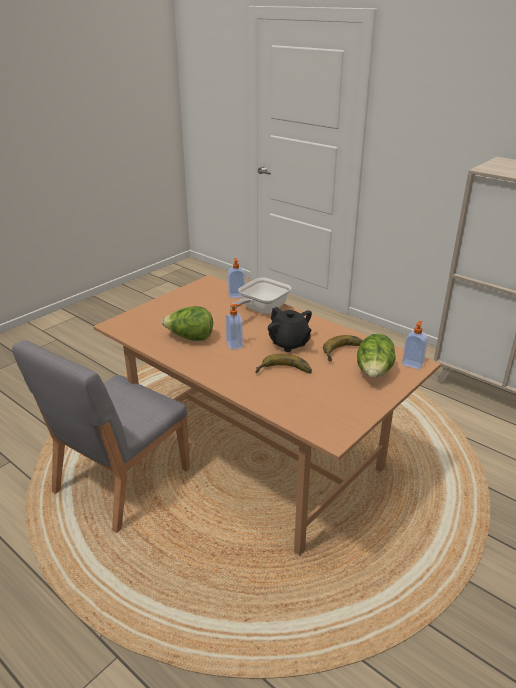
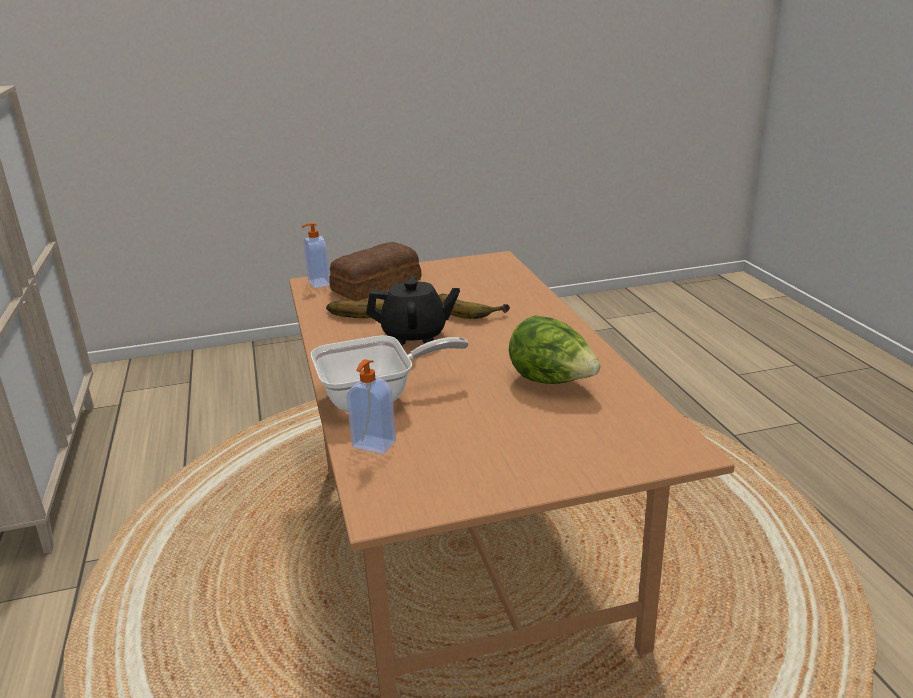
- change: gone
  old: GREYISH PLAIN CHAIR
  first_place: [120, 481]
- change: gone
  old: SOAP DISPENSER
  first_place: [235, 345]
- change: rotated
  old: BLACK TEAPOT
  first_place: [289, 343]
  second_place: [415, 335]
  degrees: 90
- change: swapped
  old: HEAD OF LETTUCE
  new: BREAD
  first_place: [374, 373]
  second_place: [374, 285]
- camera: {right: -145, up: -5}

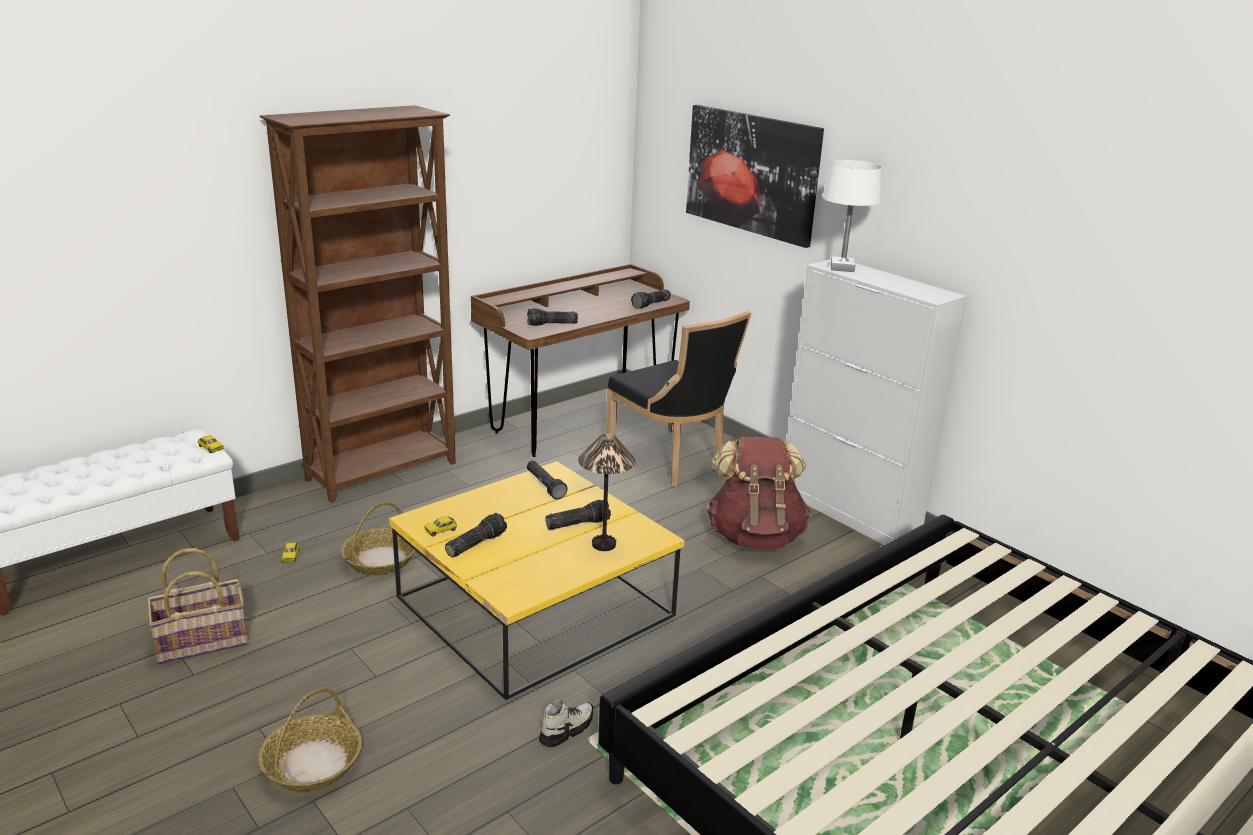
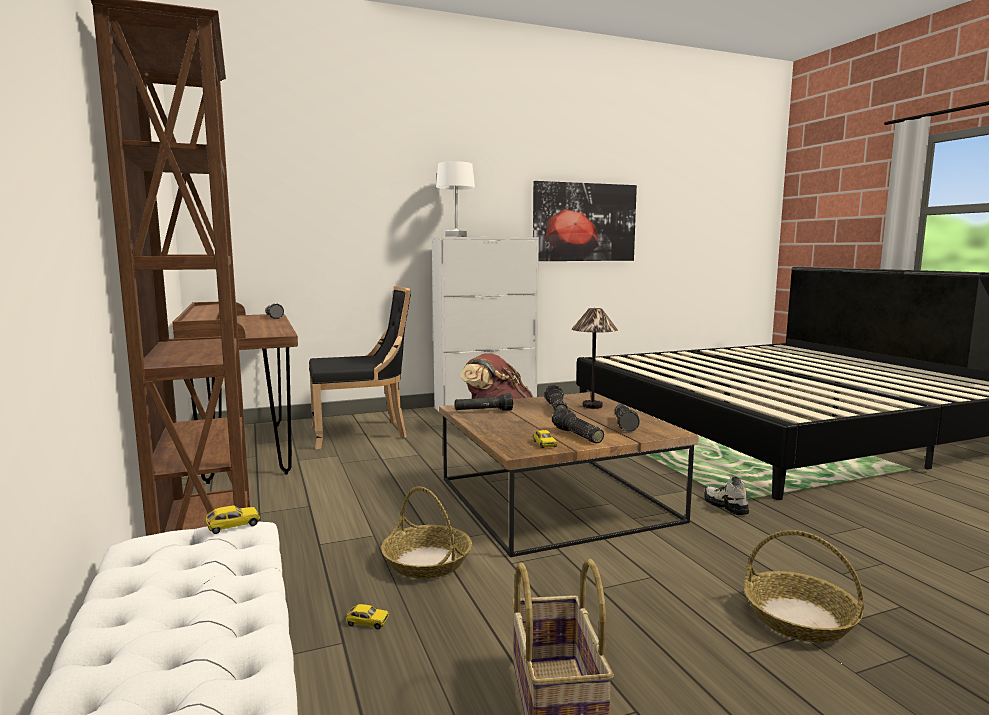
- change: repainted
  old: YELLOW-COLOURED LOUNGE TABLE
  new: BROWN-COLOURED LOUNGE TABLE
  first_place: [538, 606]
  second_place: [557, 498]
- change: shifted
  old: HAND TORCH
  first_place: [552, 324]
  second_place: [626, 425]
- change: shifted
  old: WALL PICTURE
  first_place: [751, 173]
  second_place: [584, 222]
- camera: {right: -70, up: -15}

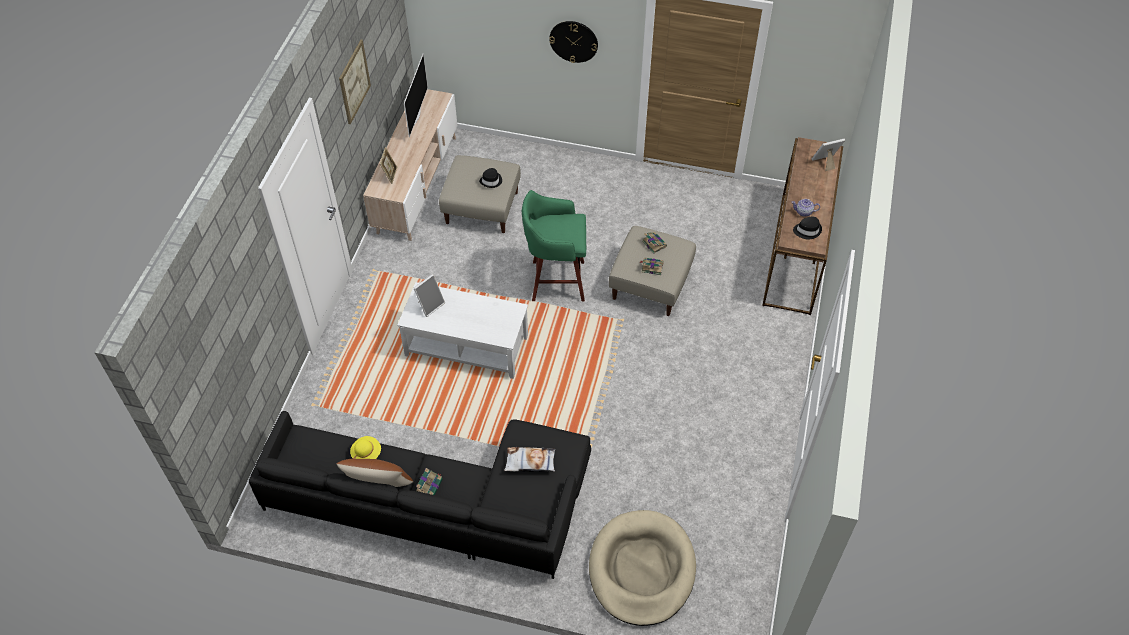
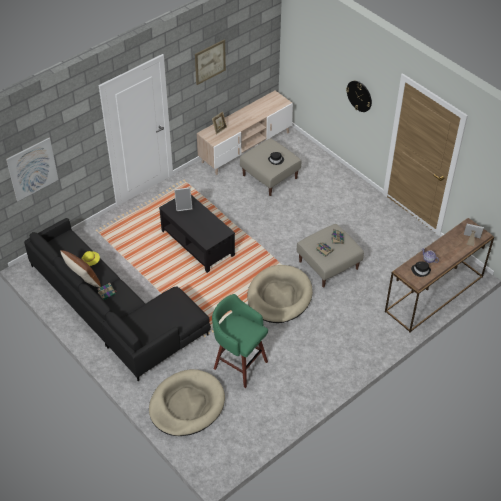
- change: repainted
  old: WHITISH LOUNGE TABLE
  new: BLACK LOUNGE TABLE
  first_place: [466, 346]
  second_place: [197, 243]
- change: gone
  old: TV
  first_place: [416, 116]
- change: gone
  old: THROW PILLOW
  first_place: [530, 462]
- change: shifted
  old: GREENISH STOOL SEAT
  first_place: [555, 280]
  second_place: [239, 364]
- change: new
  new: WALL PICTURE
  second_place: [32, 169]
- change: new
  new: SAND-COLOURED DOG CUSHION
  second_place: [279, 296]
- camera: {right: 35, up: -5}

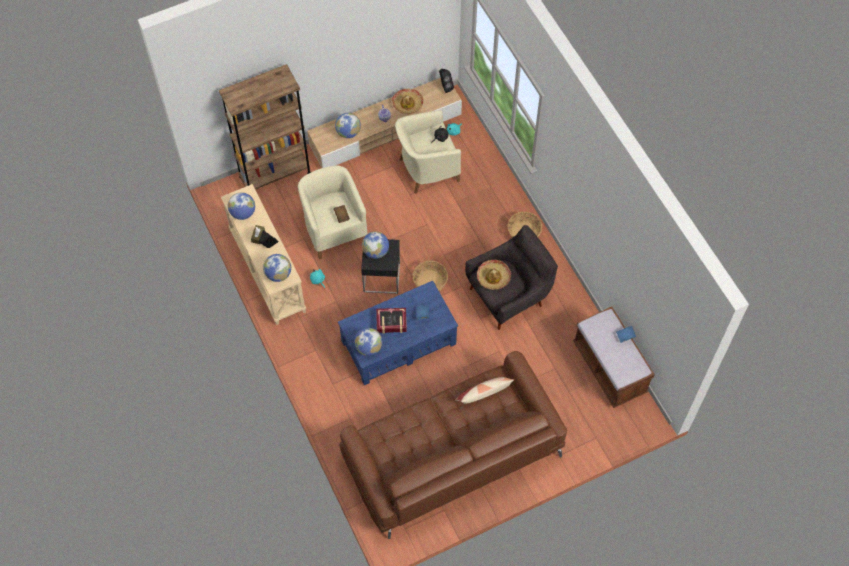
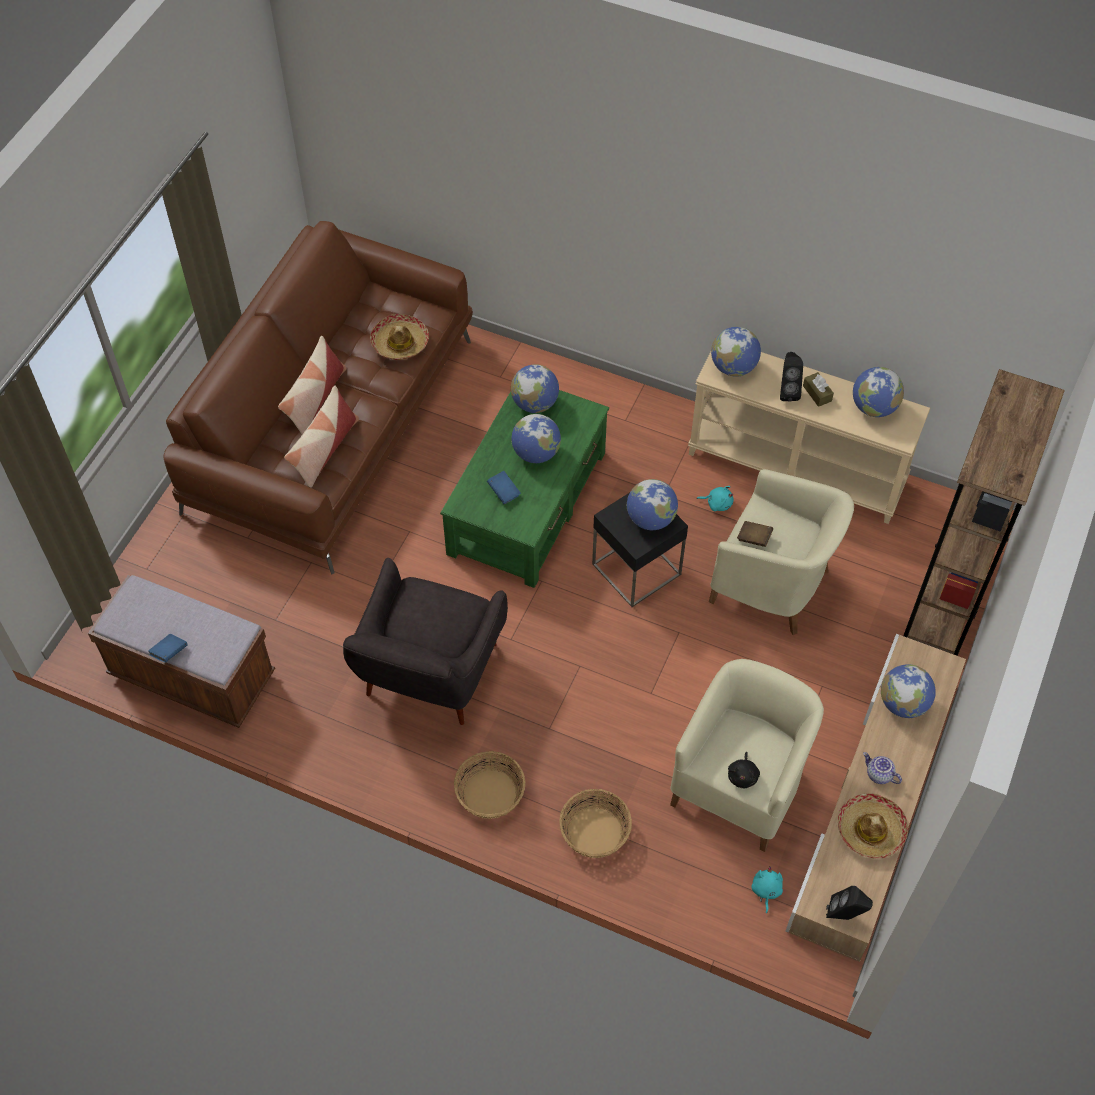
- change: repainted
  old: BLUISH LOUNGE TABLE
  new: GREENISH LOUNGE TABLE
  first_place: [398, 342]
  second_place: [528, 502]
- change: swapped
  old: BOOK
  new: GLOBE
  first_place: [391, 322]
  second_place: [536, 453]
- change: shifted
  old: HOUSEHOLD BASKET
  first_place: [430, 281]
  second_place: [594, 832]
- change: shifted
  old: WEARABLE HAT
  first_place: [493, 277]
  second_place: [400, 343]
- change: new
  new: THROW PILLOW
  second_place: [315, 399]
- camera: {right: 140, up: -5}

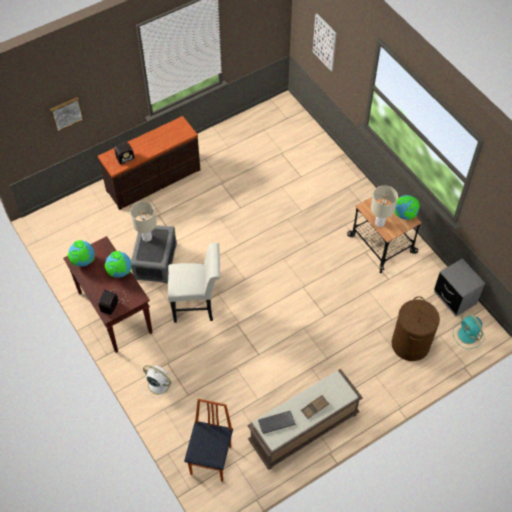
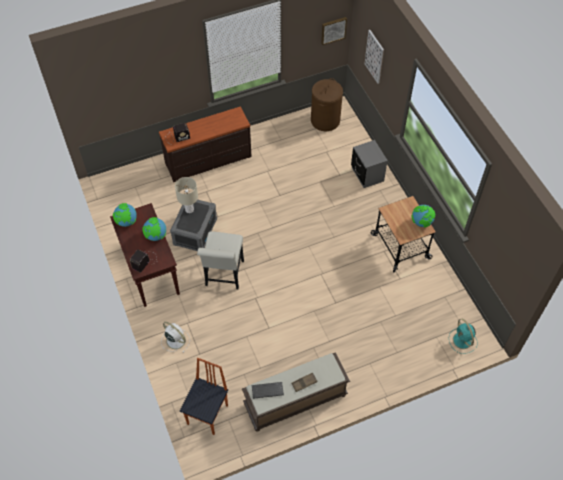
- change: shifted
  old: WALL PICTURE
  first_place: [66, 113]
  second_place: [333, 30]
- change: rotated
  old: WHITISH PLAIN CHAIR
  first_place: [197, 305]
  second_place: [224, 276]
  degrees: 90
- change: gone
  old: SAND-COLOURED LAMP FOR A TABLE
  first_place: [380, 223]
- change: shifted
  old: BROWN-COLOURED WASHING BASKET
  first_place: [410, 344]
  second_place: [325, 120]
- change: shifted
  old: GREYISH BEDSIDE TABLE
  first_place: [454, 298]
  second_place: [367, 174]
- camera: {right: 10, up: 0}

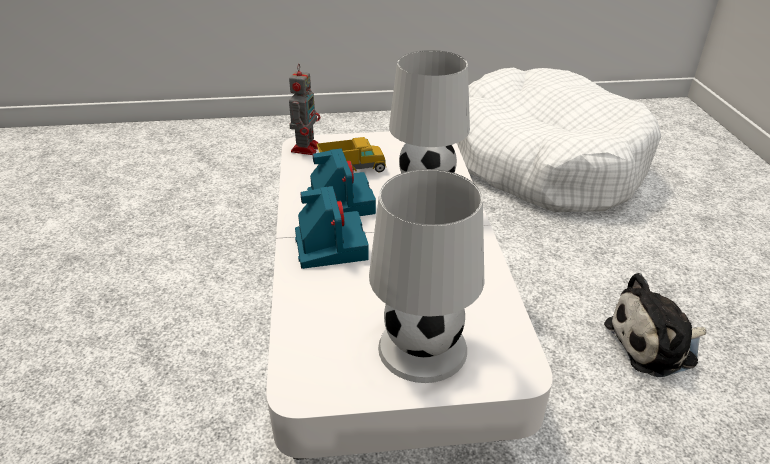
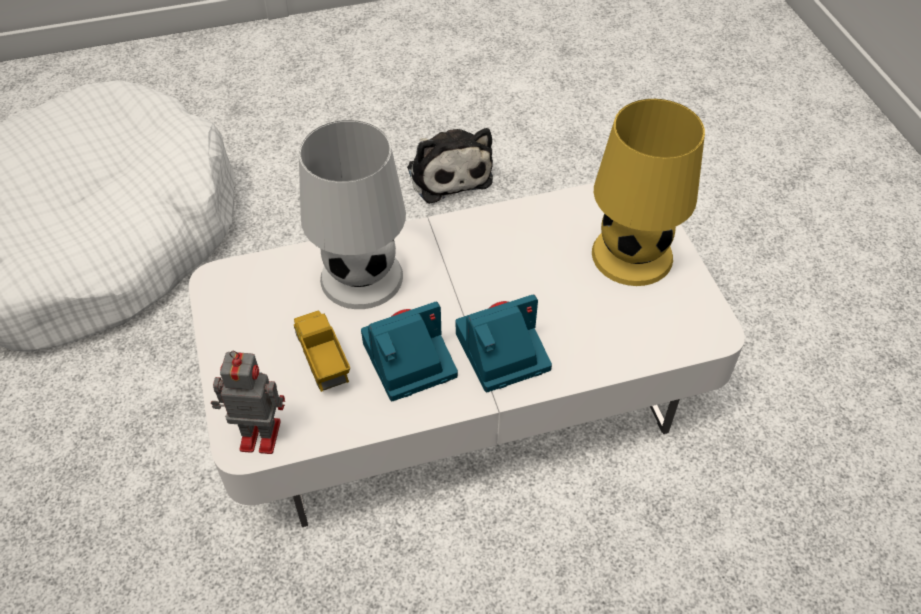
- change: repainted
  old: WHITISH LAMP FOR A TABLE
  new: YELLOW-COLOURED LAMP FOR A TABLE
  first_place: [421, 347]
  second_place: [631, 255]
- camera: {right: -100, up: 15}

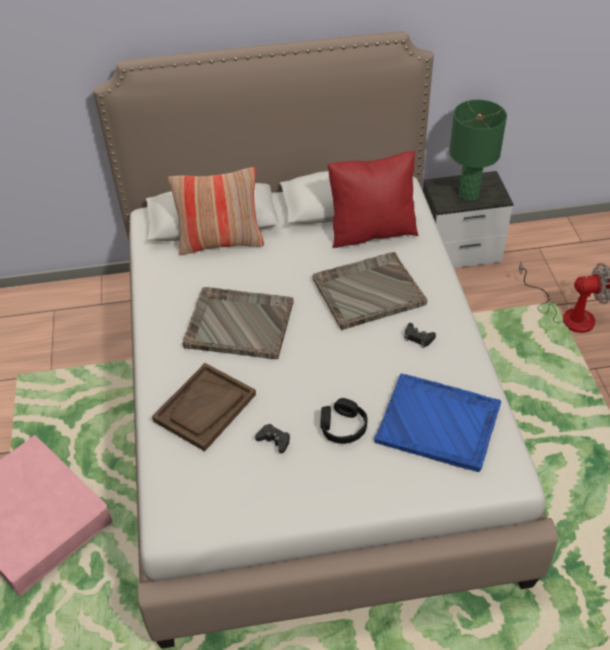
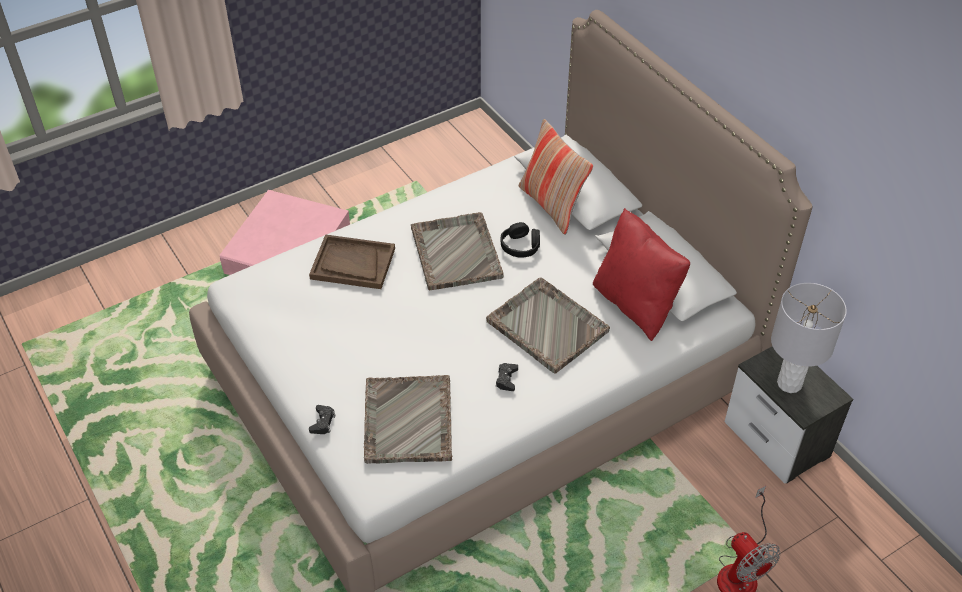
- change: shifted
  old: BLACK GAMEPAD
  first_place: [274, 440]
  second_place: [322, 422]
- change: shifted
  old: BLACK HEADPHONES
  first_place: [342, 427]
  second_place: [520, 246]
- change: repainted
  old: BLUISH SERVING TRAY
  new: GREYISH SERVING TRAY
  first_place: [439, 424]
  second_place: [408, 421]
- change: repainted
  old: GREENISH LAMP FOR A TABLE
  new: GREYISH LAMP FOR A TABLE
  first_place: [469, 194]
  second_place: [789, 384]
- camera: {right: 65, up: 0}

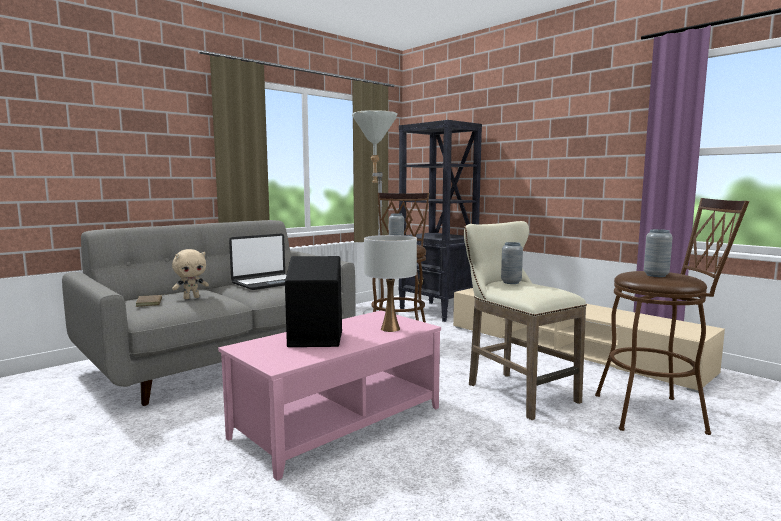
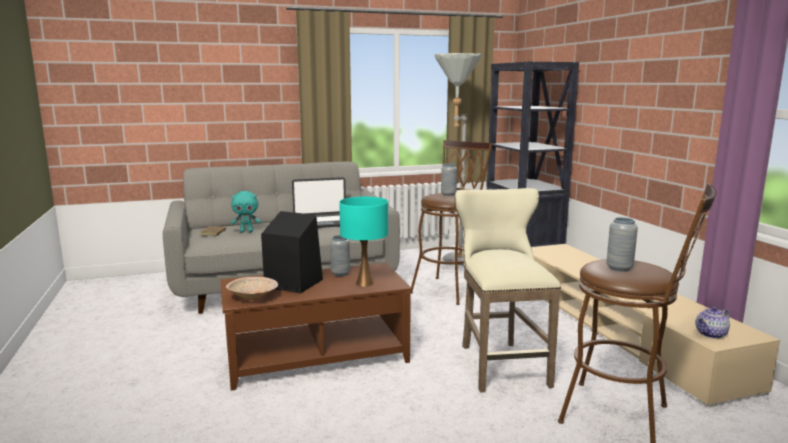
- change: repainted
  old: SAND-COLOURED SOFT TOY
  new: TURQUOISE SOFT TOY
  first_place: [191, 298]
  second_place: [247, 231]
- change: repainted
  old: PINK LOUNGE TABLE
  new: BROWN-COLOURED LOUNGE TABLE
  first_place: [337, 421]
  second_place: [316, 356]
- change: repainted
  old: WHITISH LAMP FOR A TABLE
  new: TURQUOISE LAMP FOR A TABLE
  first_place: [390, 329]
  second_place: [364, 283]
- change: shifted
  old: GREYISH DECORATIVE VASE
  first_place: [511, 282]
  second_place: [340, 274]
- change: new
  new: SAND-COLOURED BOWL
  second_place: [254, 298]
- change: new
  new: TEAPOT
  second_place: [711, 334]
- camera: {right: 25, up: 5}

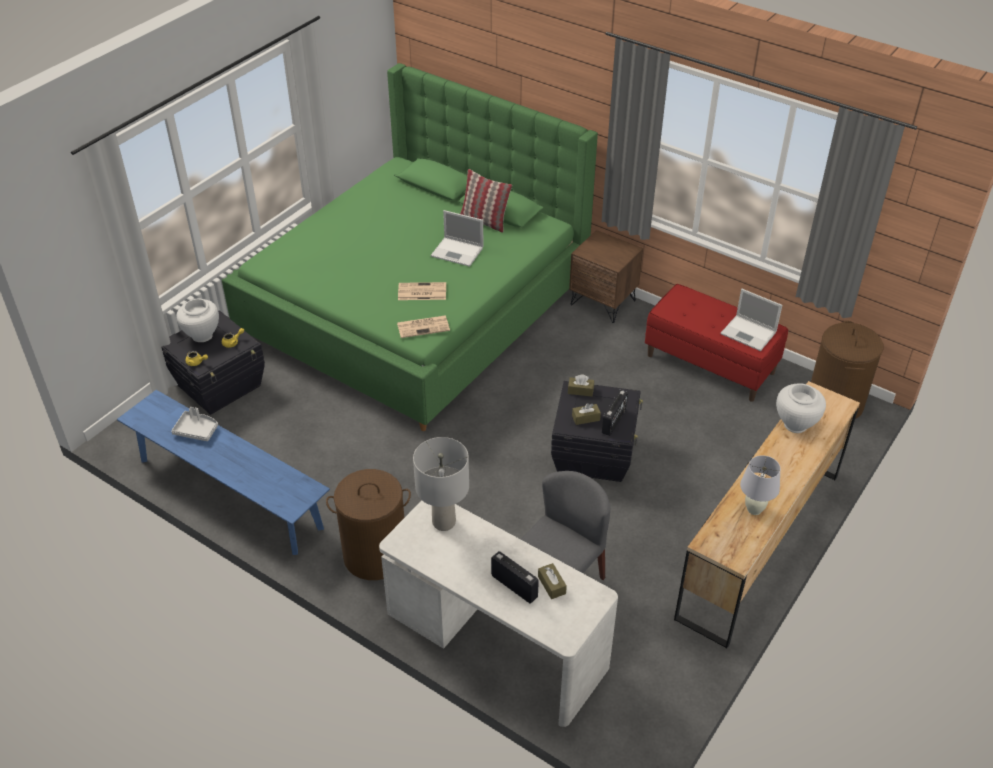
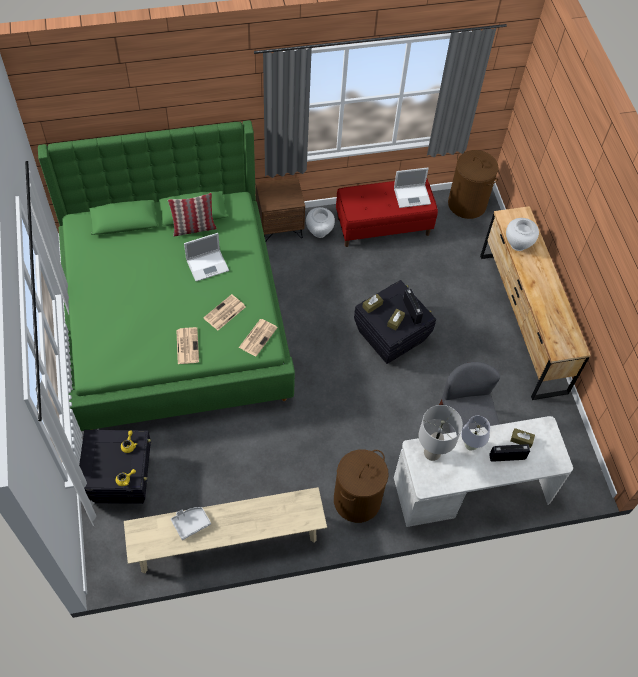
- change: repainted
  old: BLUISH INDOOR BENCH
  new: SAND-COLOURED INDOOR BENCH
  first_place: [229, 493]
  second_place: [227, 541]
- change: shifted
  old: WHITISH DECORATIVE VASE
  first_place: [202, 335]
  second_place: [319, 232]
- change: shifted
  old: WHITISH LAMP FOR A TABLE
  first_place: [754, 509]
  second_place: [470, 446]
- change: new
  new: DAILY PAPER
  second_place: [187, 345]
- camera: {right: -50, up: 15}

